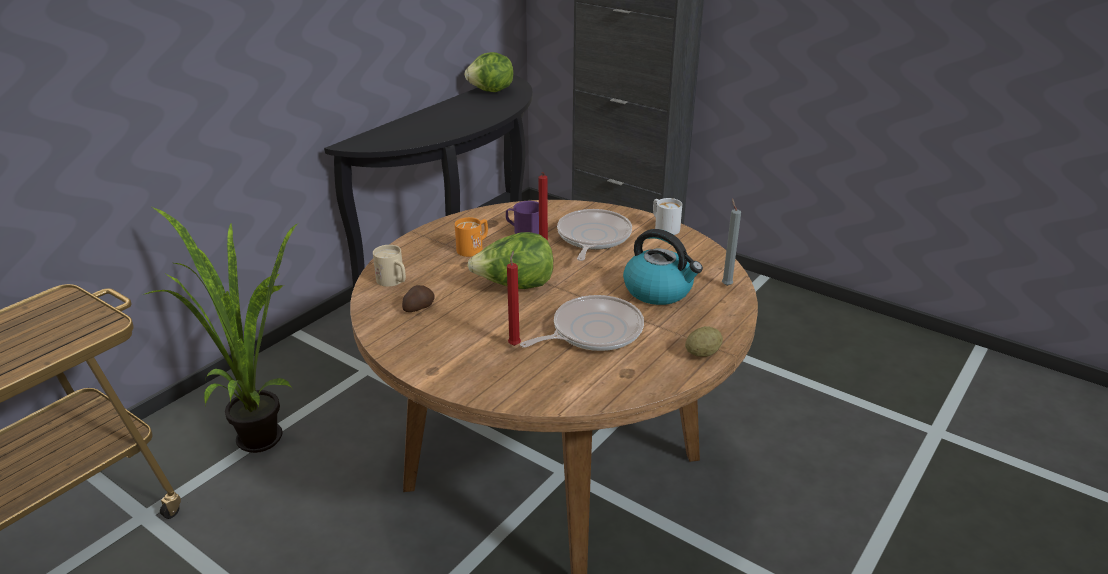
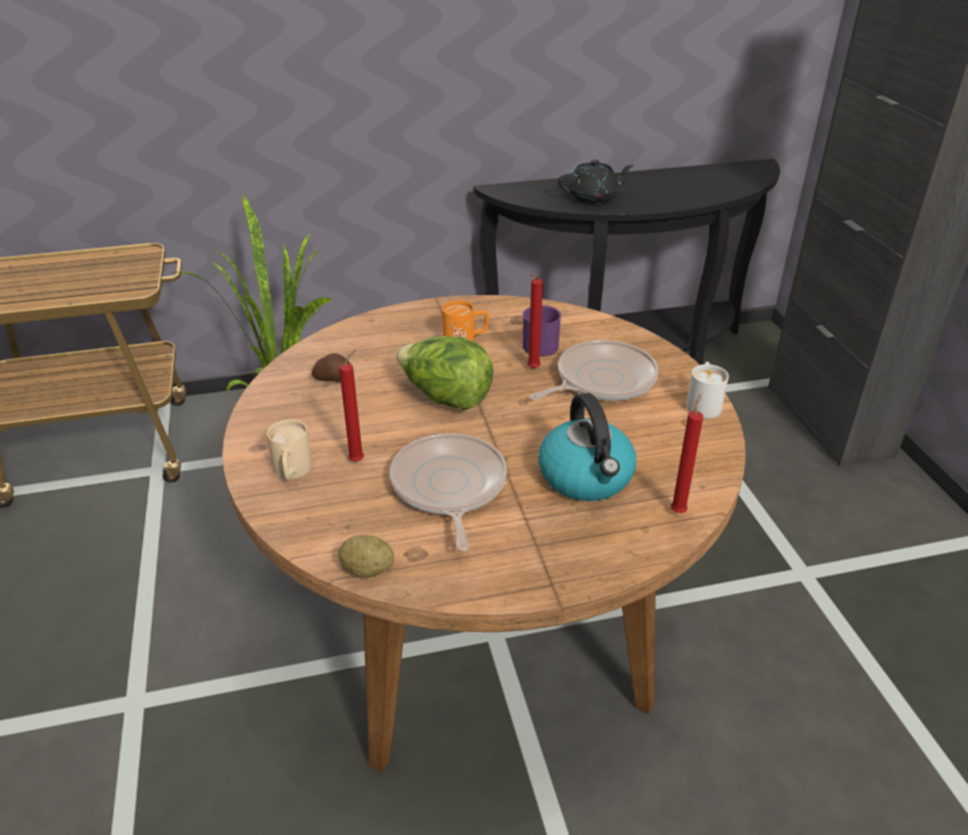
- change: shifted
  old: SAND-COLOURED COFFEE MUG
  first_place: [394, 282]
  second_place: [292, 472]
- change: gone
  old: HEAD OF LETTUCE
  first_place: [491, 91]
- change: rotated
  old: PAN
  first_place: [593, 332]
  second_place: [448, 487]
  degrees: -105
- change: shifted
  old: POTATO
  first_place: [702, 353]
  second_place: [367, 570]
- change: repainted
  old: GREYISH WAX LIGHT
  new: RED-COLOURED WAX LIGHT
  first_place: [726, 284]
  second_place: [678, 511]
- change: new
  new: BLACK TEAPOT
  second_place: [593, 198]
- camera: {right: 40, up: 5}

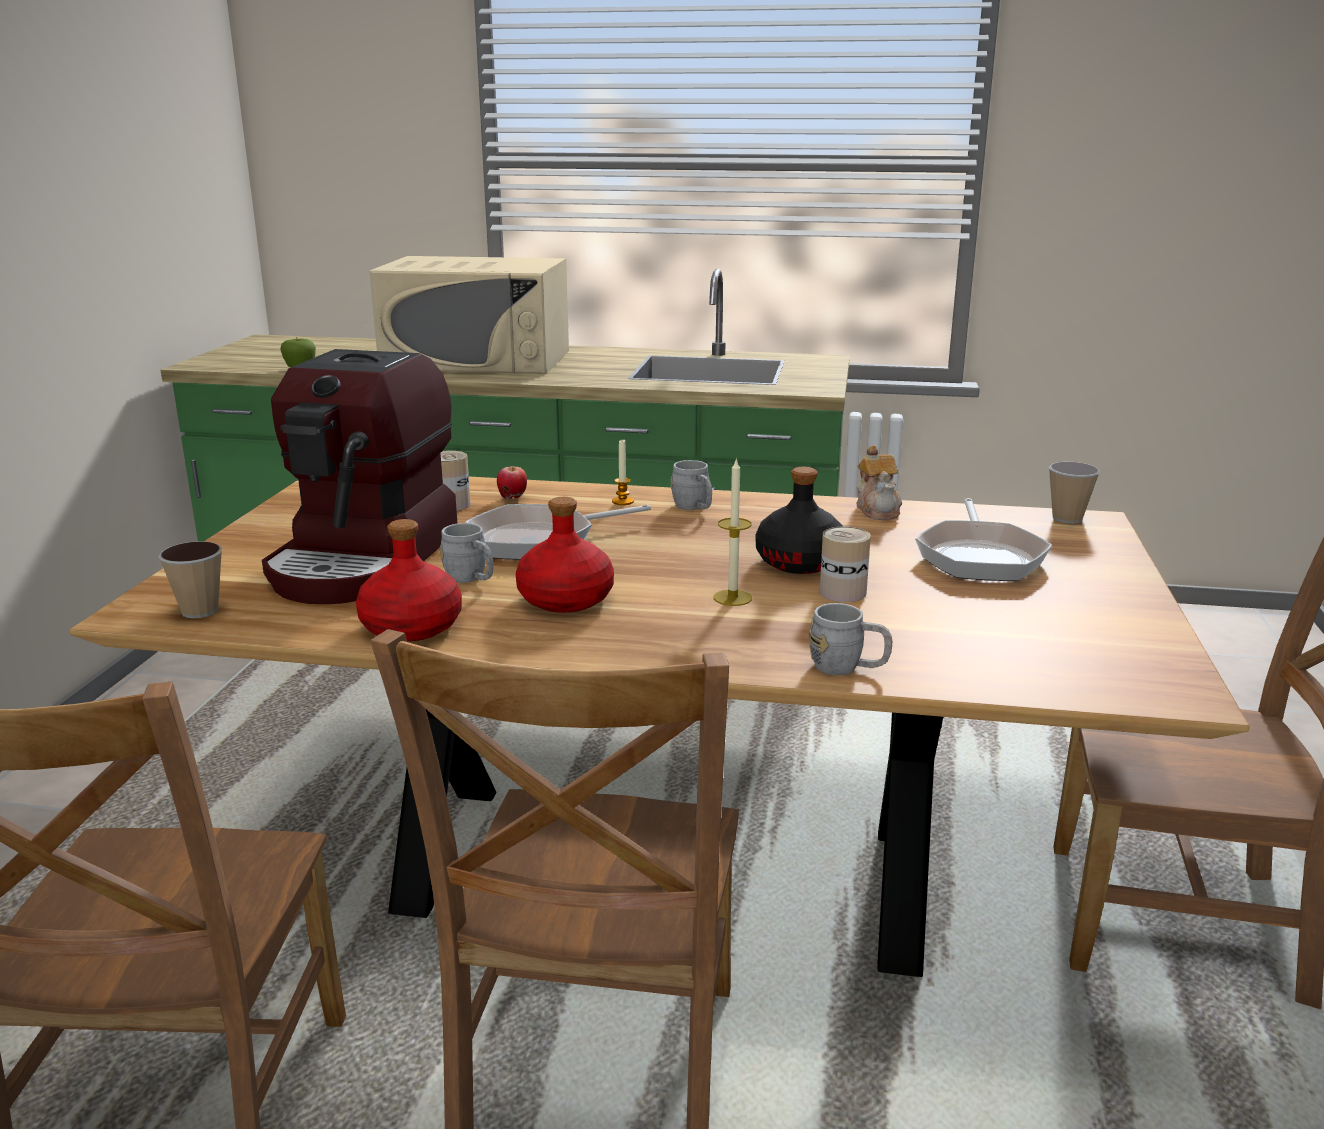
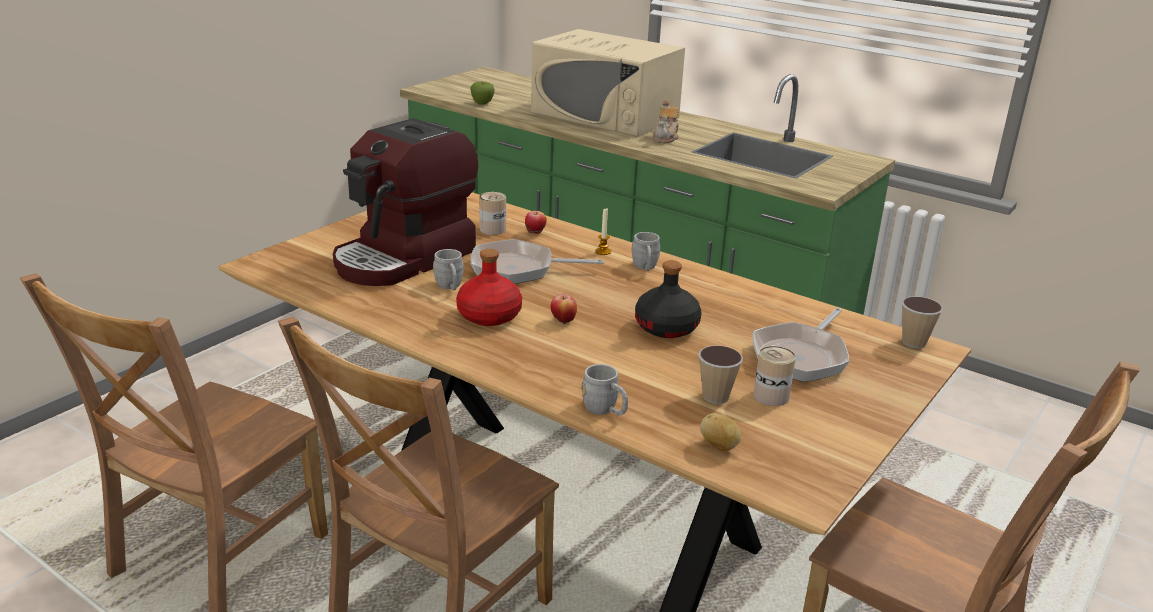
- change: shifted
  old: DRINKING CUP
  first_place: [200, 611]
  second_place: [715, 397]
- change: gone
  old: RED-COLOURED BOTTLE
  first_place: [412, 626]
- change: gone
  old: WAX LIGHT
  first_place: [732, 598]
- change: shifted
  old: METAL CAN
  first_place: [842, 592]
  second_place: [771, 396]
- change: shifted
  old: TEAPOT
  first_place: [878, 509]
  second_place: [666, 138]
- change: new
  new: WHOLE APPLE
  second_place: [563, 321]
- change: new
  new: POTATO
  second_place: [719, 446]
- camera: {right: 25, up: 5}

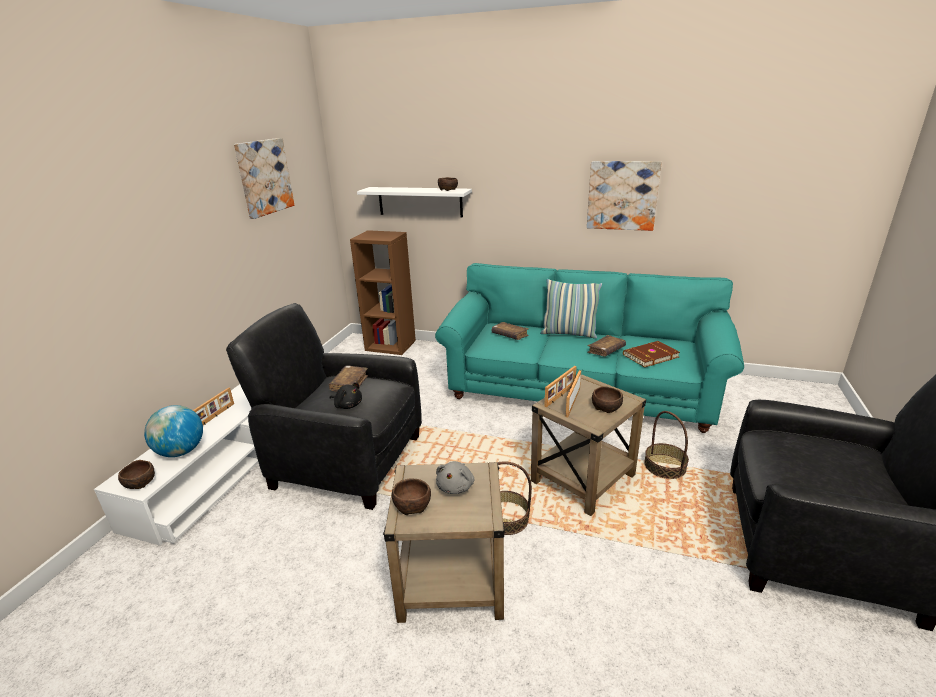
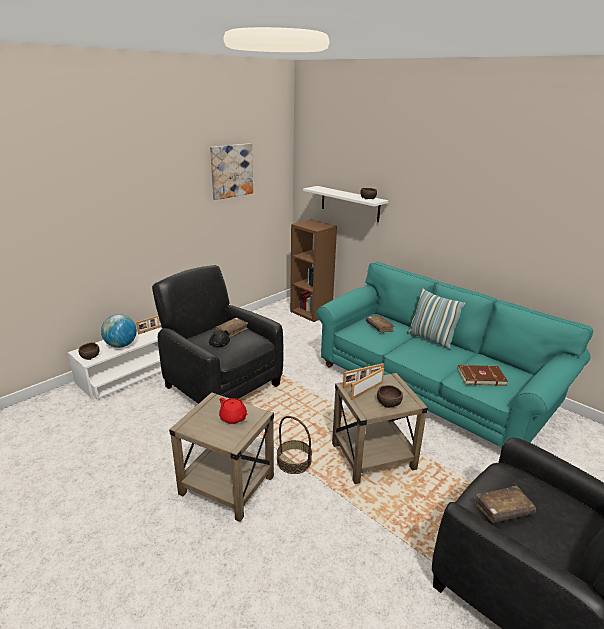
- change: gone
  old: BROWN-COLOURED BOWL
  first_place: [412, 504]
- change: swapped
  old: GREYISH SOFT TOY
  new: RED-COLOURED TEAPOT
  first_place: [456, 486]
  second_place: [233, 418]
- change: gone
  old: WALL PICTURE
  first_place: [622, 195]
- change: shifted
  old: BROWN-COLOURED BOOK
  first_place: [606, 350]
  second_place: [503, 510]
- change: gone
  old: HOUSEHOLD BASKET
  first_place: [665, 466]
- camera: {right: 25, up: 0}

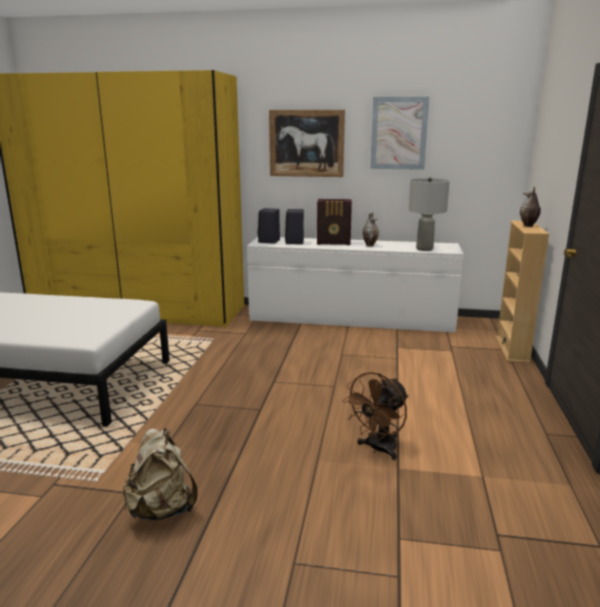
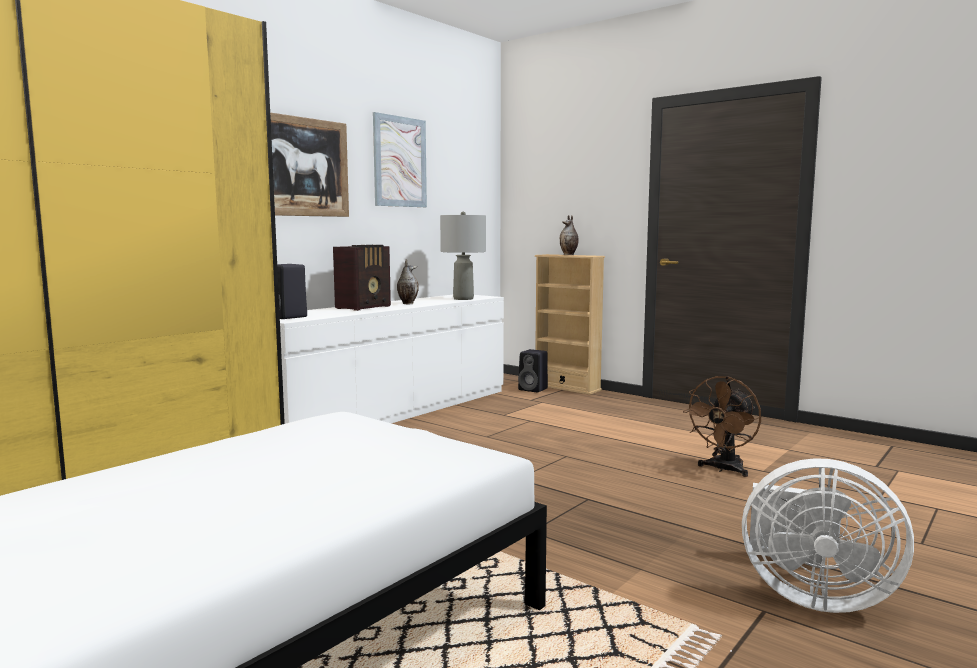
- change: swapped
  old: SAND-COLOURED RUCKSACK
  new: WHITISH COOLING FAN
  first_place: [162, 509]
  second_place: [811, 595]
- change: shifted
  old: BLACK SPEAKER
  first_place: [295, 242]
  second_place: [534, 389]
- change: rotated
  old: BROWN-COLOURED COOLING FAN
  first_place: [378, 449]
  second_place: [723, 469]
  degrees: 60
- camera: {right: -60, up: -10}

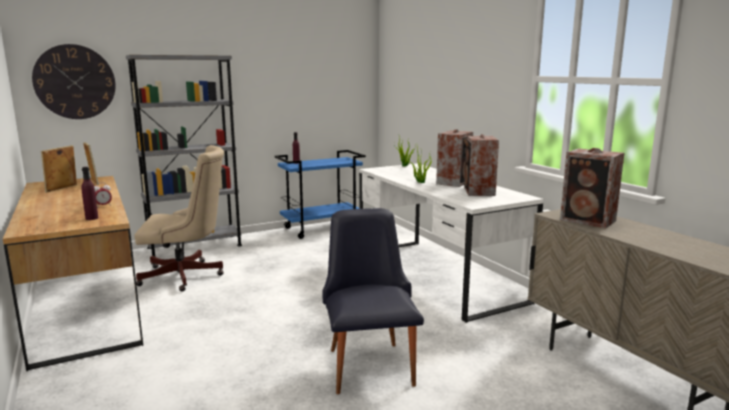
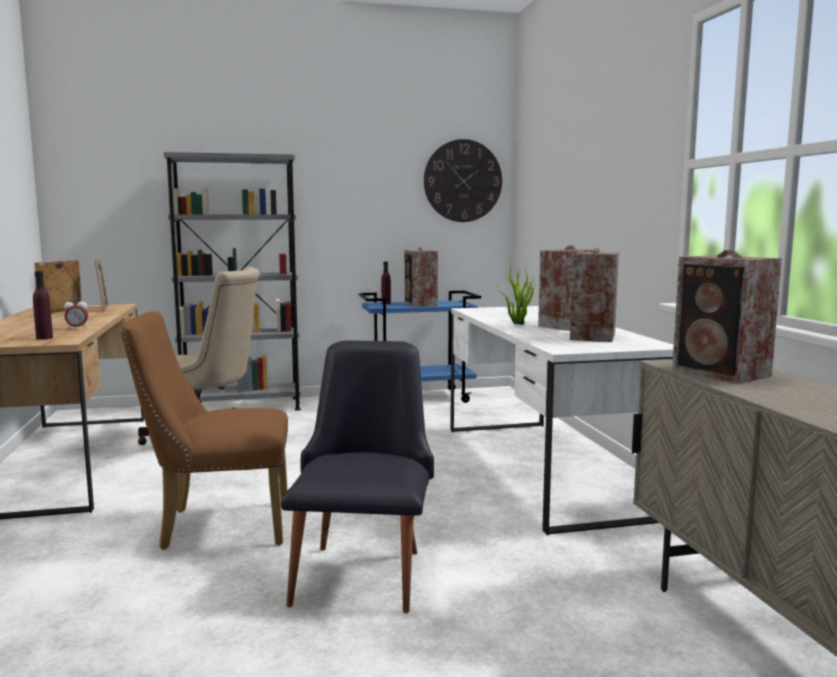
- change: shifted
  old: CLOCK ON THE WALL
  first_place: [75, 82]
  second_place: [463, 181]
- change: new
  new: BROWN-COLOURED PLAIN CHAIR
  second_place: [216, 526]
- change: new
  new: SPEAKER
  second_place: [420, 304]
- camera: {right: 15, up: -5}

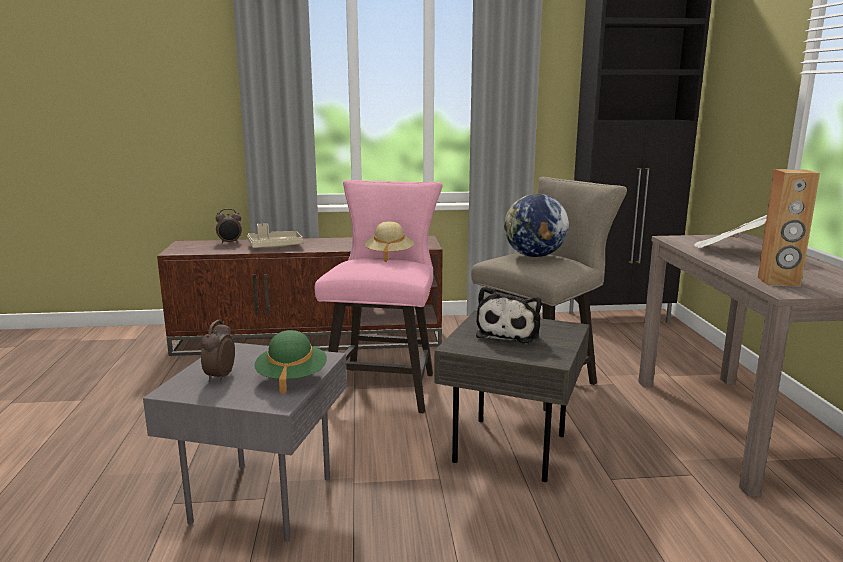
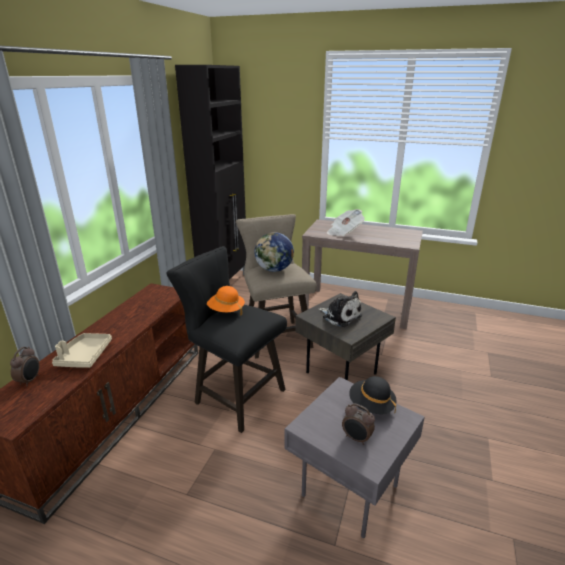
- change: repainted
  old: GREENISH WEARABLE HAT
  new: BLACK WEARABLE HAT
  first_place: [291, 378]
  second_place: [371, 405]
- change: repainted
  old: PINK STOOL SEAT
  new: BLACK STOOL SEAT
  first_place: [384, 385]
  second_place: [234, 395]
- change: repainted
  old: SAND-COLOURED WEARABLE HAT
  new: ORANGE WEARABLE HAT
  first_place: [389, 255]
  second_place: [226, 310]
- change: gone
  old: BROWN-COLOURED SPEAKER
  first_place: [779, 282]
- camera: {right: -65, up: 10}

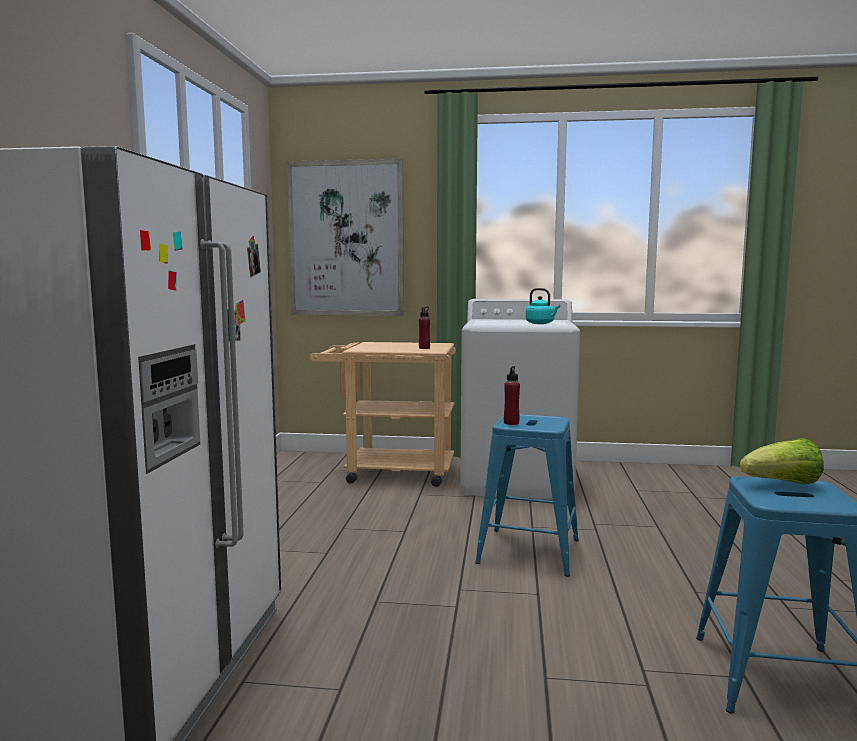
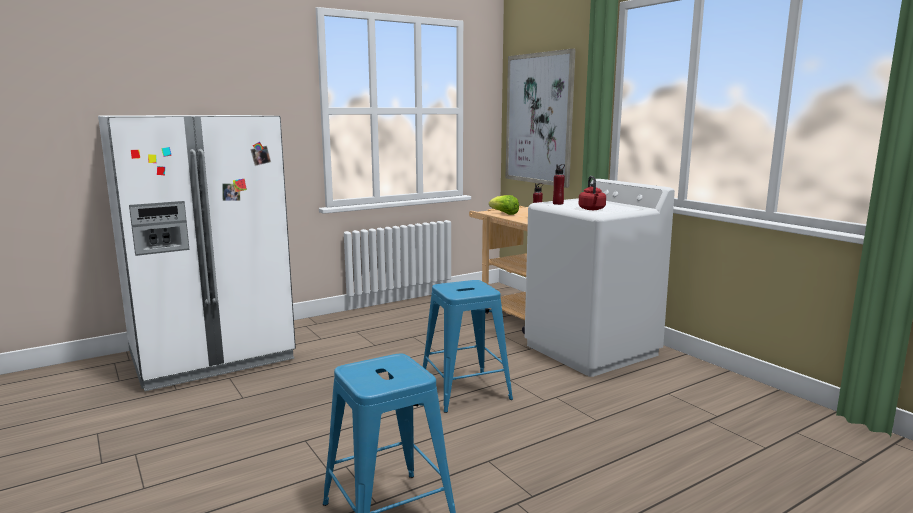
- change: shifted
  old: RED-COLOURED BOTTLE
  first_place: [511, 423]
  second_place: [558, 203]
- change: repainted
  old: TURQUOISE TEA KETTLE
  new: RED-COLOURED TEA KETTLE
  first_place: [541, 323]
  second_place: [592, 209]
- change: shifted
  old: HEAD OF LETTUCE
  first_place: [783, 484]
  second_place: [504, 214]
- camera: {right: 50, up: 5}

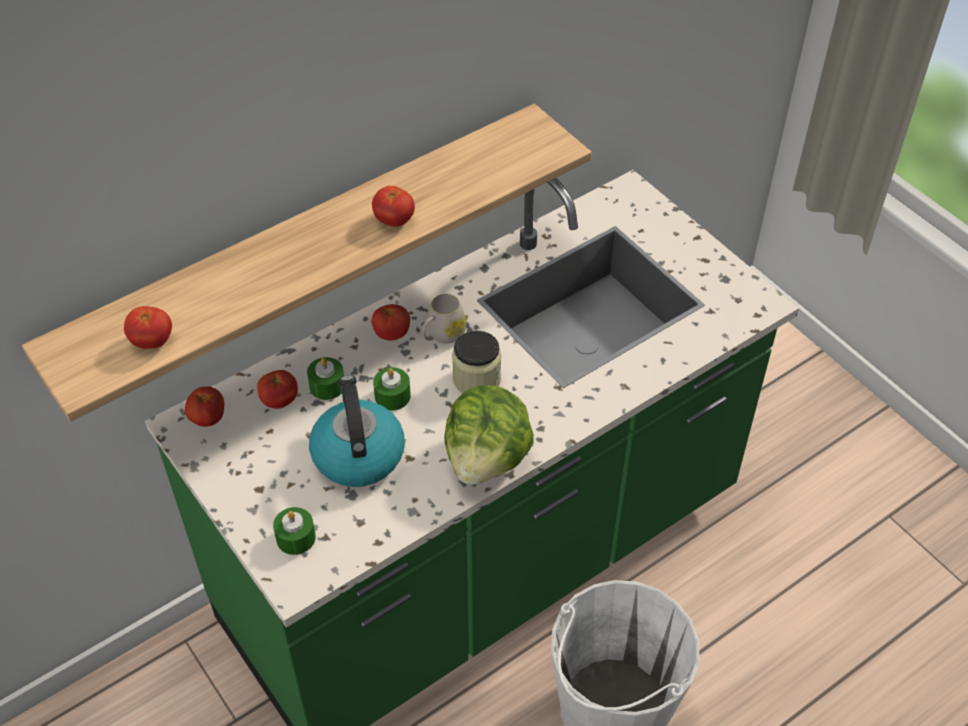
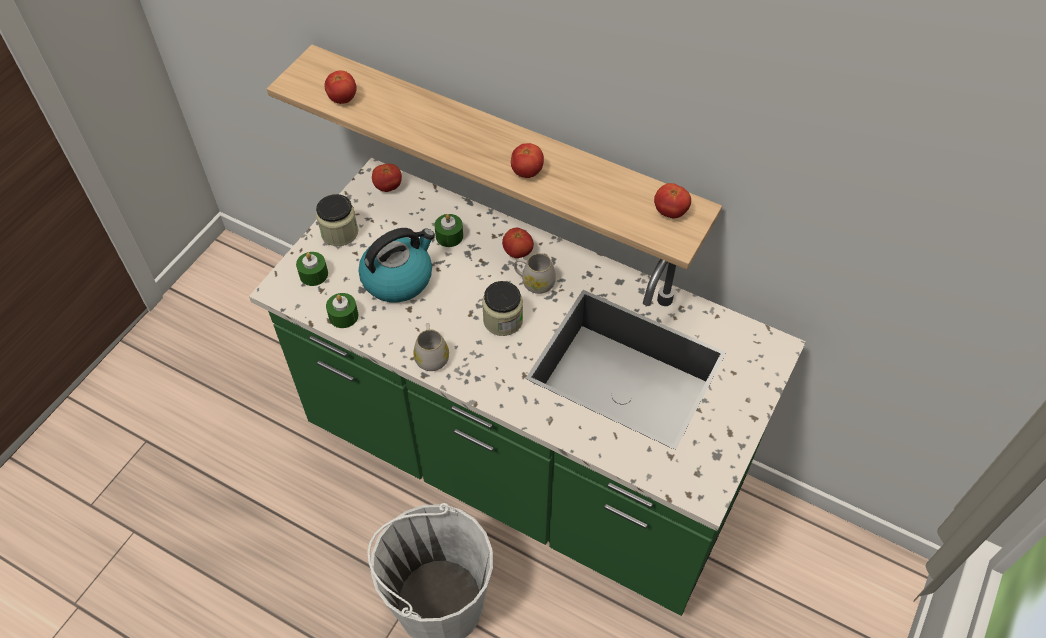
- change: shifted
  old: FRESH TOMATO
  first_place: [279, 401]
  second_place: [670, 212]
- change: shifted
  old: GREENISH WAX LIGHT
  first_place: [392, 396]
  second_place: [343, 316]
- change: swapped
  old: HEAD OF LETTUCE
  new: WHITISH COFFEE MUG
  first_place: [487, 458]
  second_place: [431, 355]
- change: new
  new: JAR
  second_place: [339, 232]
- camera: {right: 65, up: 5}

